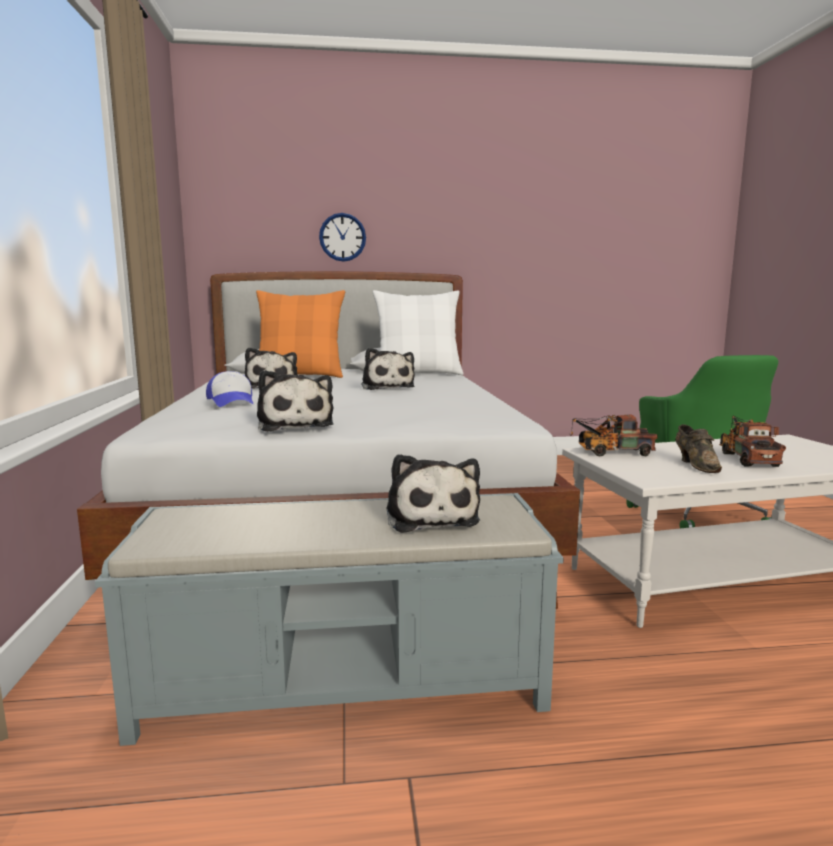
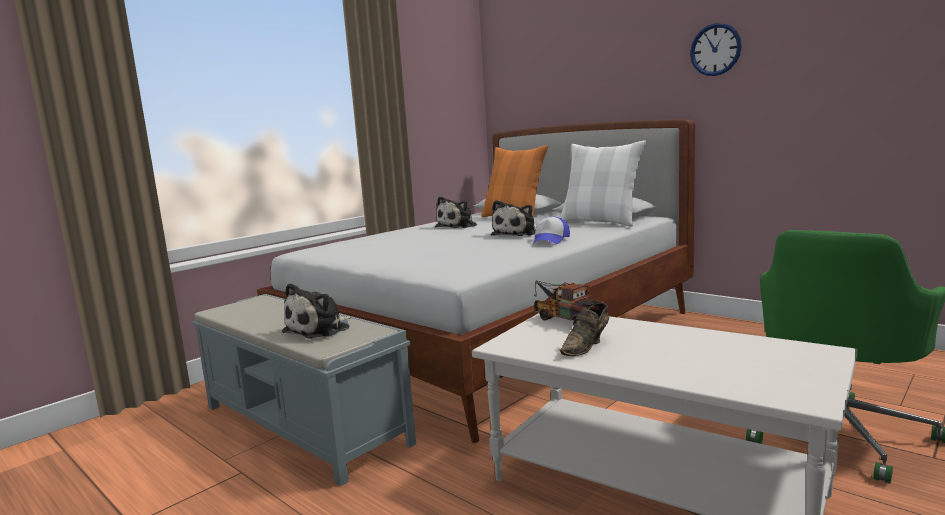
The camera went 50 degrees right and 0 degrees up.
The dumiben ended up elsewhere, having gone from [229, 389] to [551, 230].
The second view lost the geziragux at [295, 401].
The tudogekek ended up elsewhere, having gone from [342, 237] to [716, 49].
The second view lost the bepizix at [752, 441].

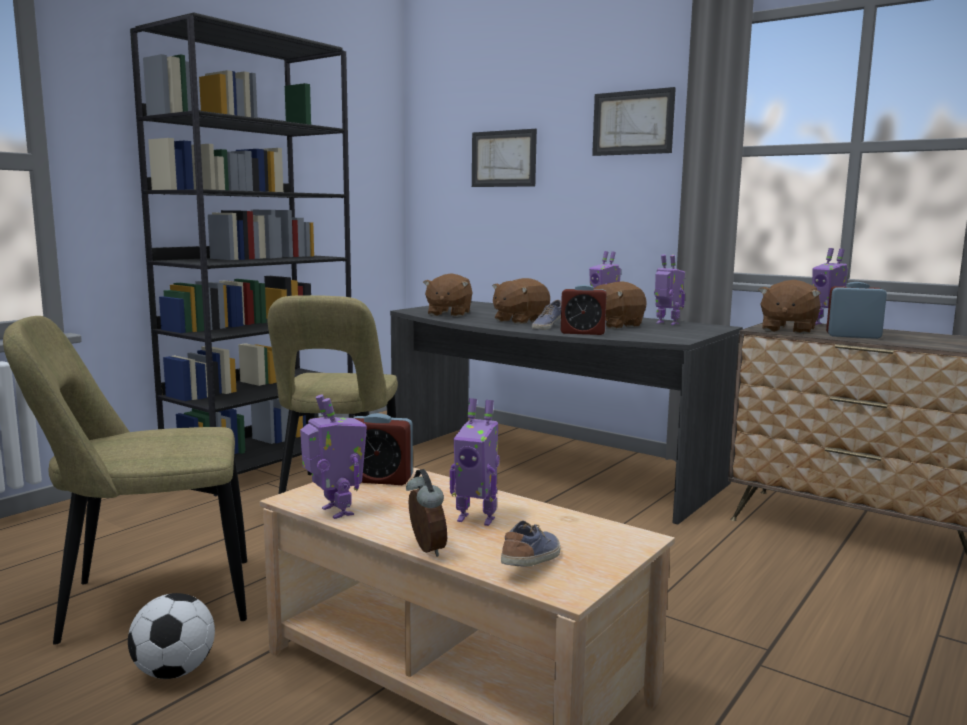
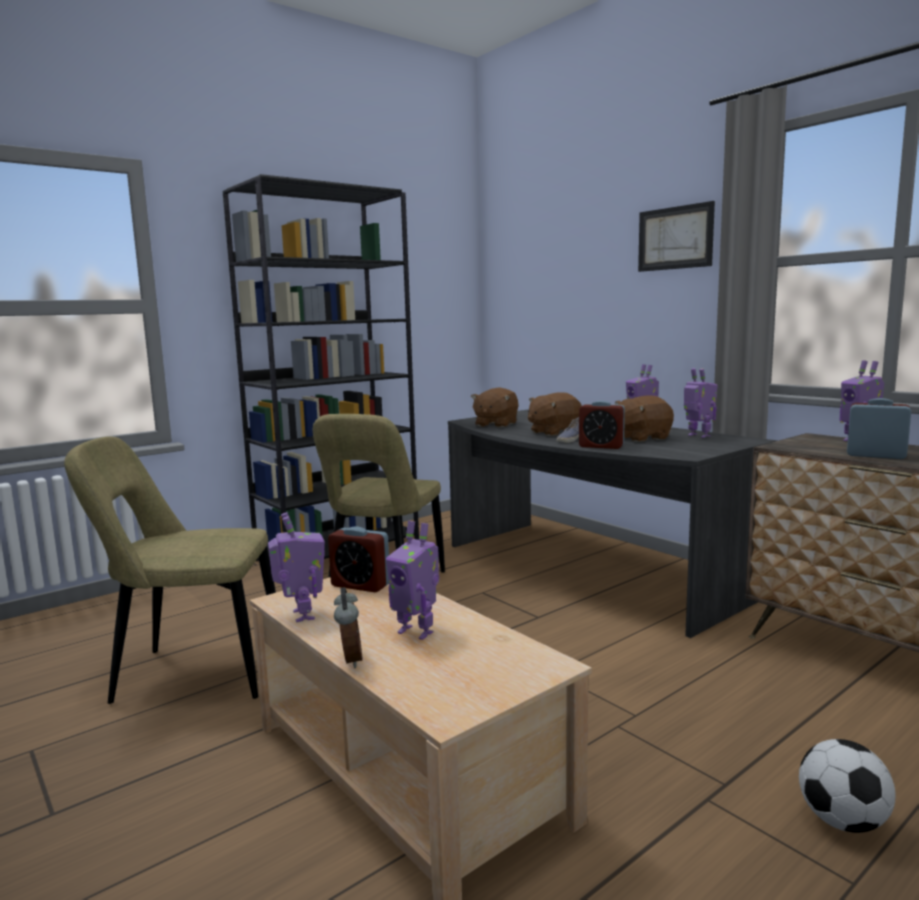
The camera went 15 degrees right and 0 degrees up.
The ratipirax ended up elsewhere, having gone from [171, 636] to [847, 786].
The second view lost the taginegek at [504, 158].
The second view lost the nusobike at [530, 543].
The second view lost the geziragux (brown) at [790, 307].

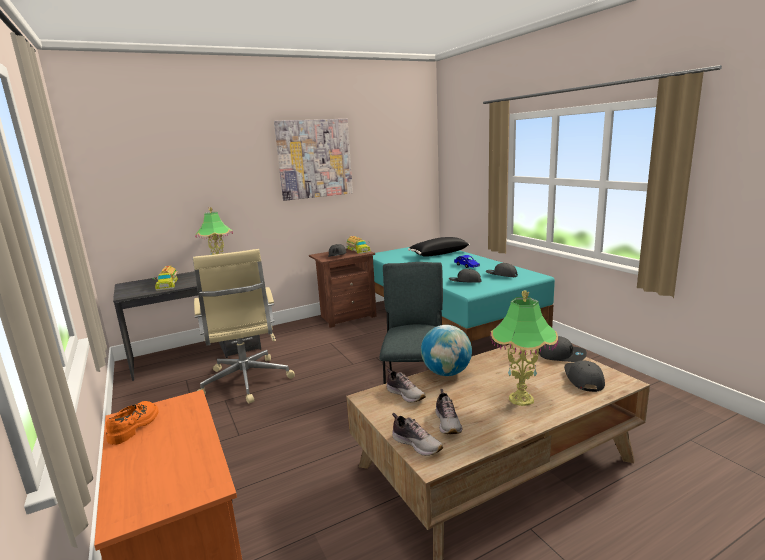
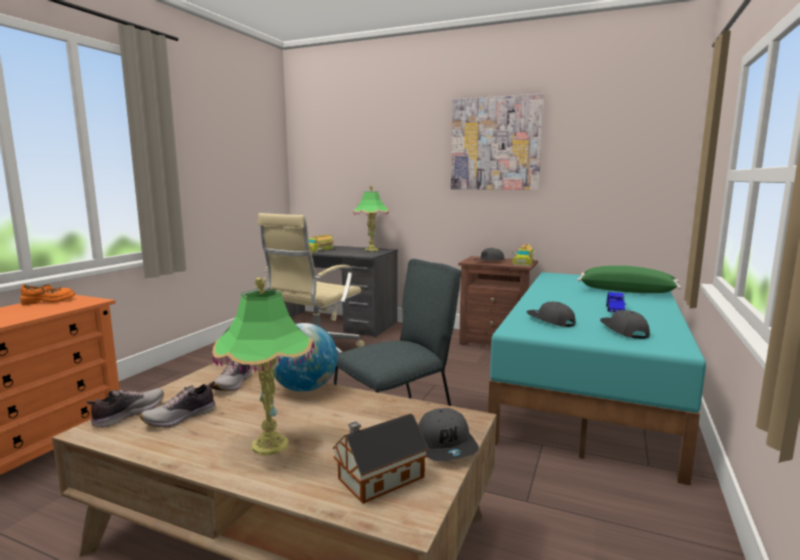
The camera went 50 degrees right and 5 degrees down.
The nusobike at [417, 434] ended up facing another way, 150 degrees counterclockwise from before.
What was the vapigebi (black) at [439, 247] turned into the vapigebi (green) at [629, 279].
Where the dumiben (grey) stood at [584, 376], the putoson came to stand at [380, 459].

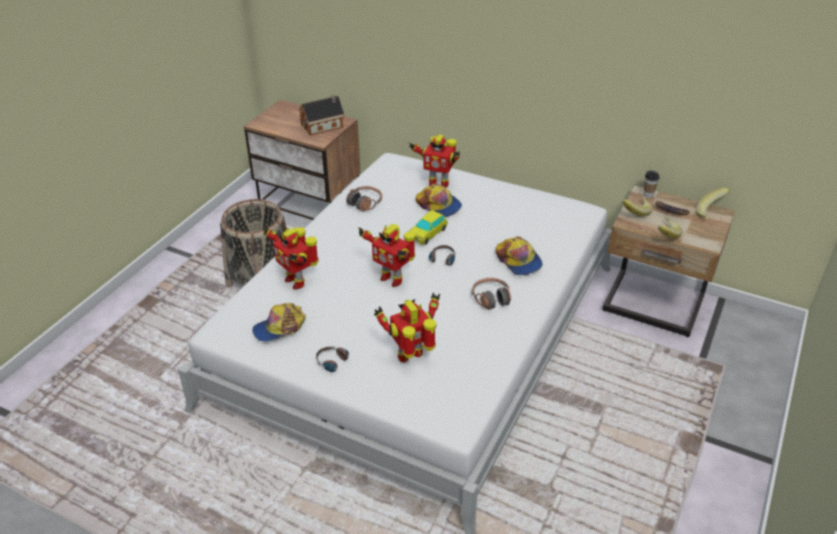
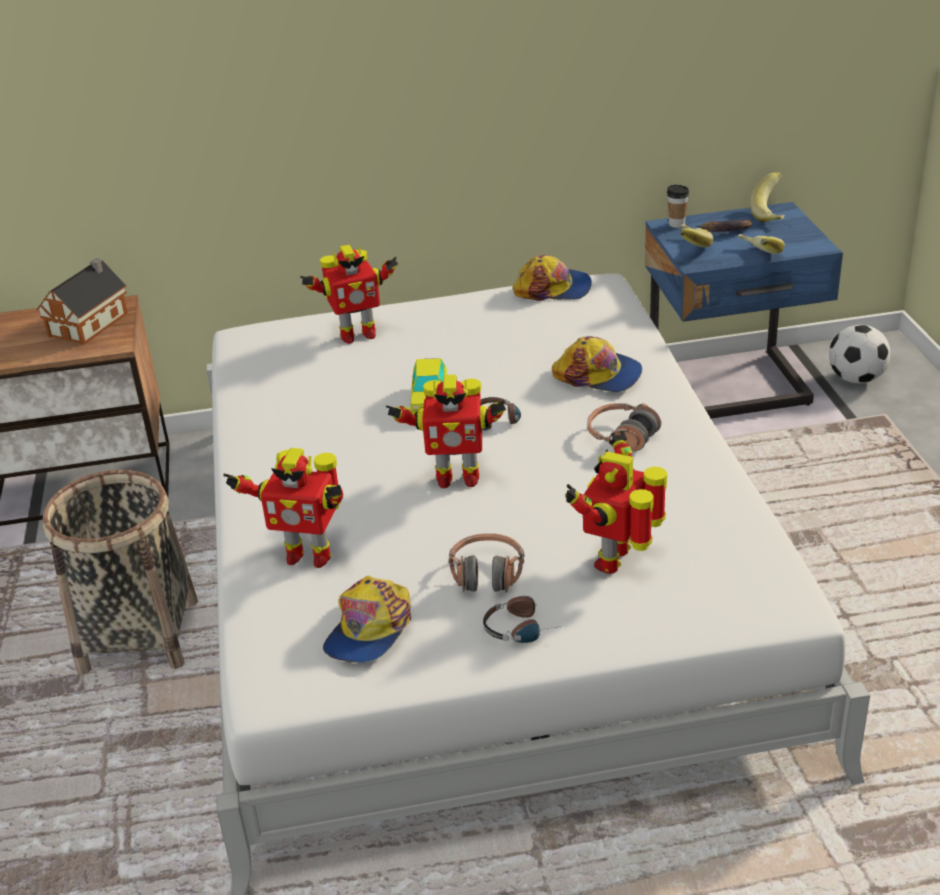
The camera went 35 degrees left and 5 degrees down.
The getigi ended up elsewhere, having gone from [364, 199] to [486, 563].
The dumiben ended up elsewhere, having gone from [439, 200] to [552, 278].
What was the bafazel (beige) at [668, 261] turned into the bafazel (blue) at [744, 310].
The second view gained the ratipirax at [859, 354].

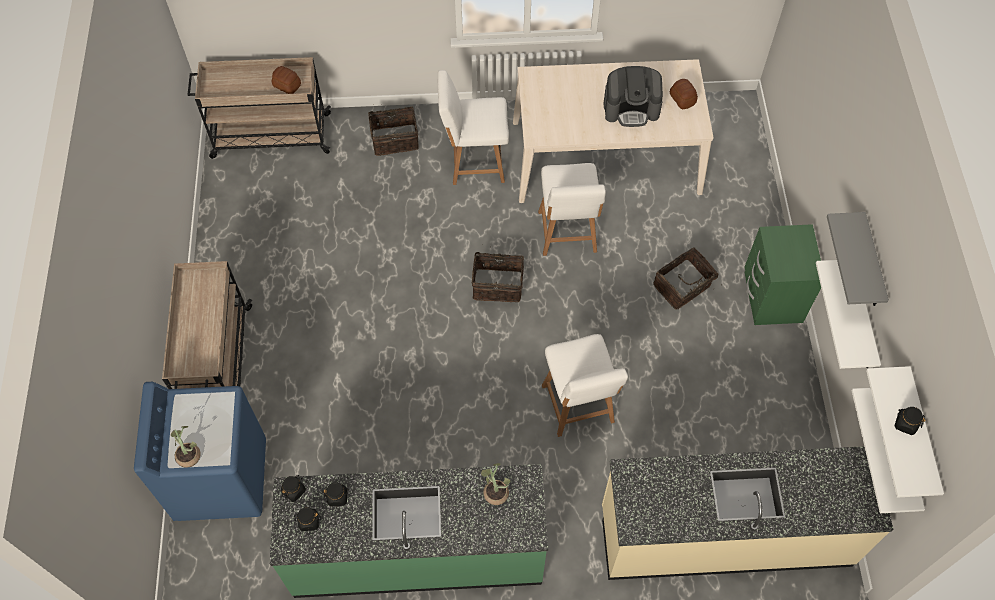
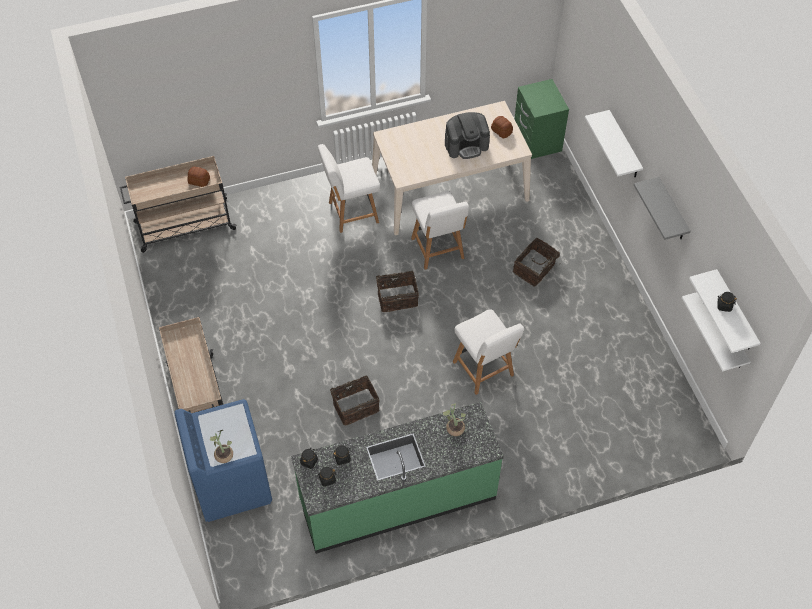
The camera went 15 degrees left and 5 degrees down.
The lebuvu ended up elsewhere, having gone from [393, 131] to [354, 400].
The second view lost the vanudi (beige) at [747, 513].
The bafazel (green) ended up elsewhere, having gone from [783, 274] to [542, 119].
The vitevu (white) ended up elsewhere, having gone from [848, 314] to [614, 144].

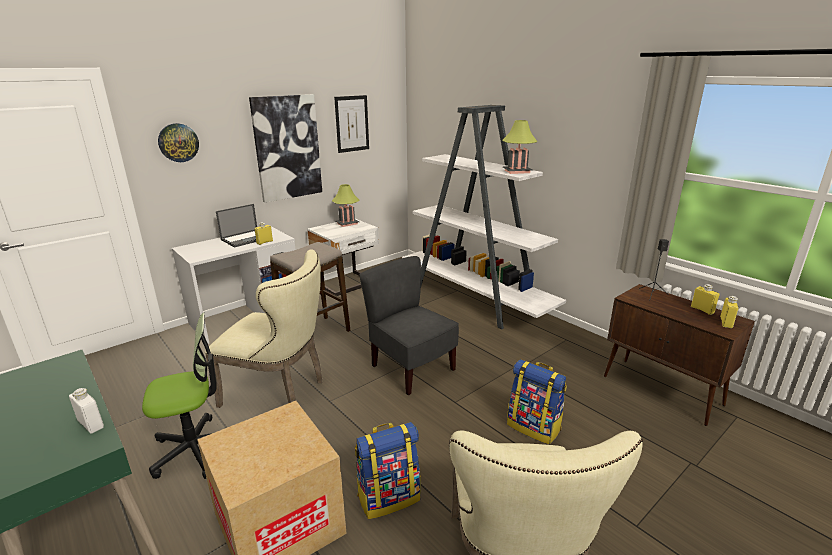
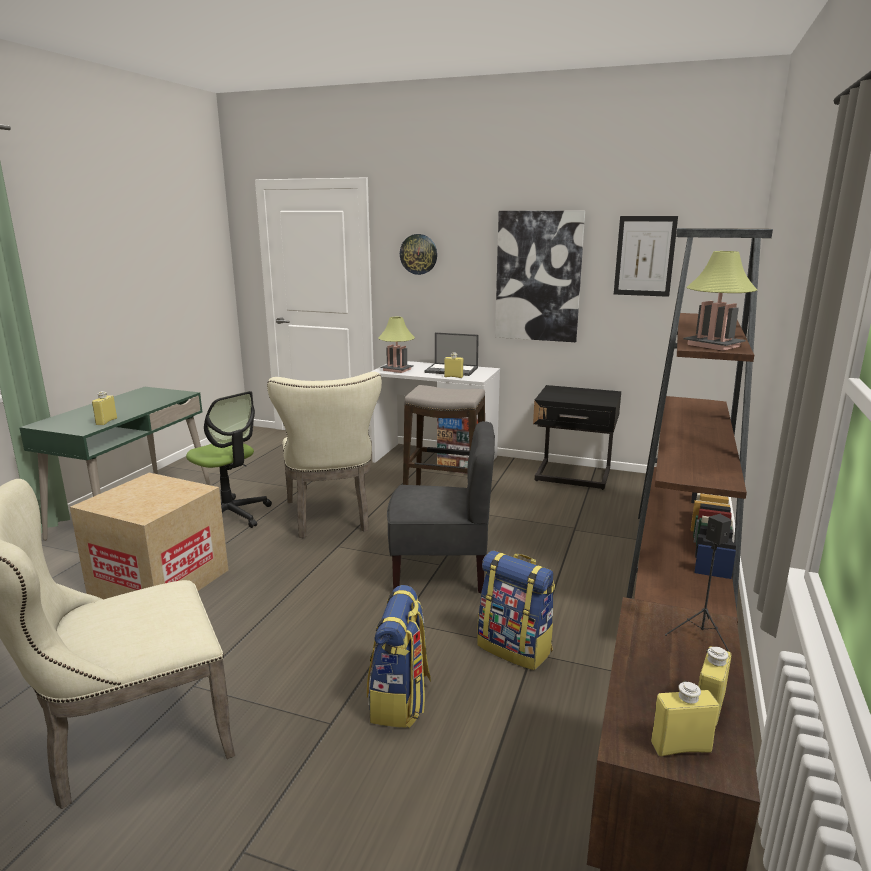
The camera went 60 degrees right and 5 degrees down.
What was the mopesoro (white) at [86, 410] turned into the mopesoro (yellow) at [104, 408].
What was the bafazel (white) at [343, 257] turned into the bafazel (black) at [577, 437].
The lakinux ended up elsewhere, having gone from [346, 205] to [396, 345].
The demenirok ended up elsewhere, having gone from [388, 470] to [516, 610].
The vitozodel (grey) at [409, 325] ended up facing another way, 75 degrees clockwise from before.
What was the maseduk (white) at [484, 217] turned into the maseduk (brown) at [699, 426].

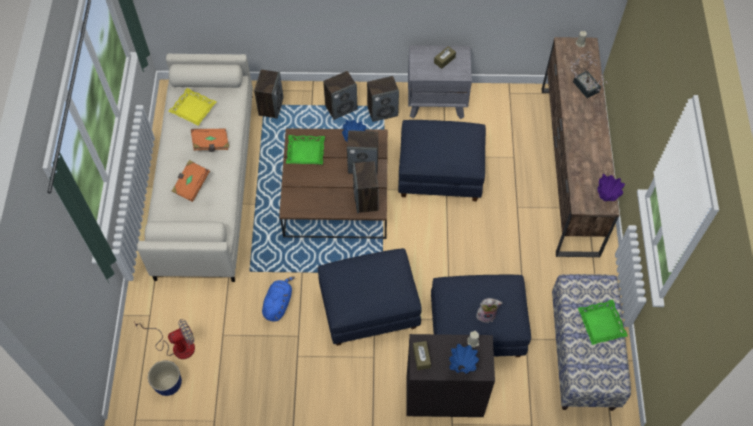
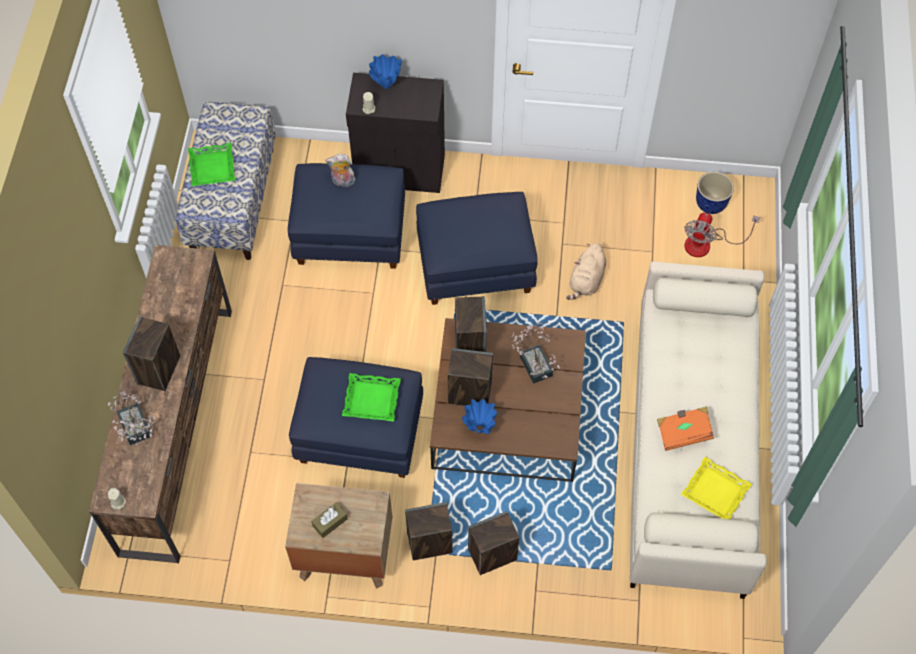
The camera went 175 degrees left and 0 degrees up.
The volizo at [164, 339] ended up facing another way, 45 degrees counterclockwise from before.
The second view lost the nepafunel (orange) at [191, 181].
The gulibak ended up elsewhere, having gone from [269, 94] to [151, 353].
What was the geziragux (blue) at [278, 298] turned into the geziragux (beige) at [586, 271].
The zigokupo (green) ended up elsewhere, having gone from [305, 149] to [371, 397].
What was the bafazel (grey) at [440, 82] turned into the bafazel (brown) at [338, 536].
The second view lost the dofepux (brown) at [422, 355].
The second view lost the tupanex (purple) at [611, 187].
The second view gained the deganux at [535, 353].

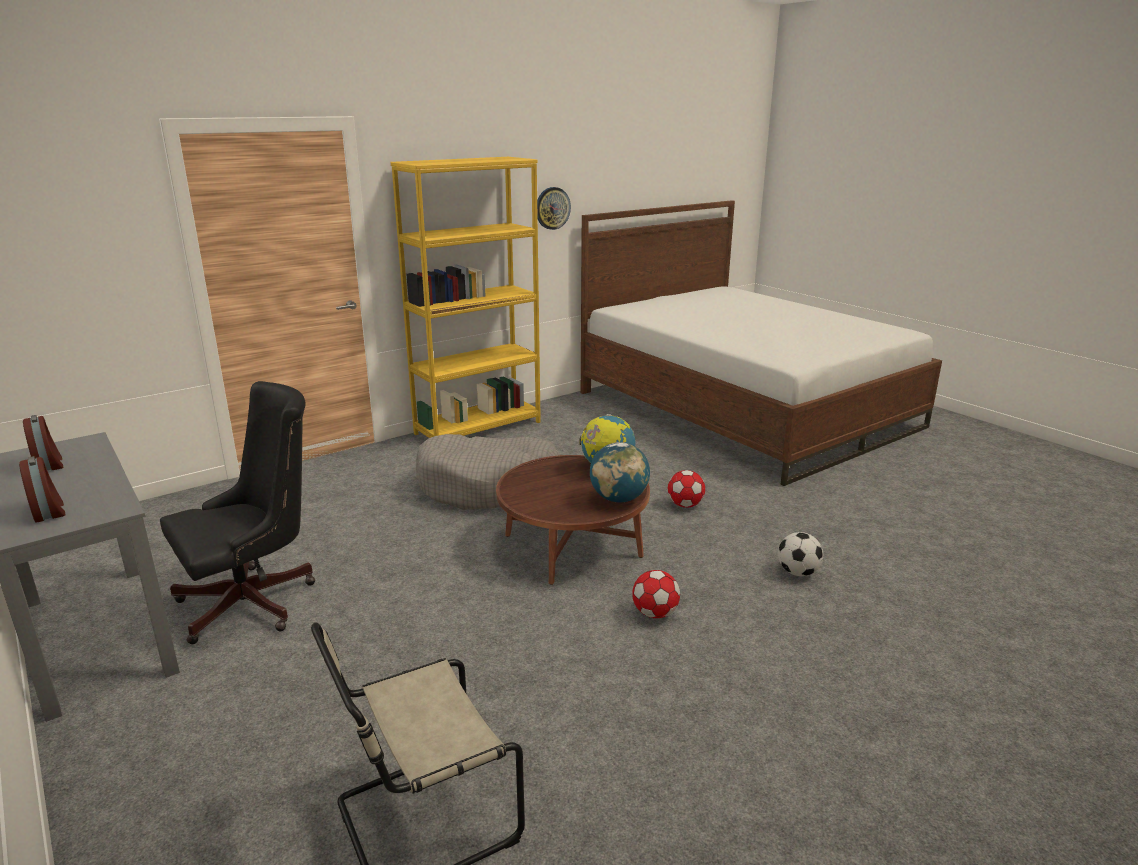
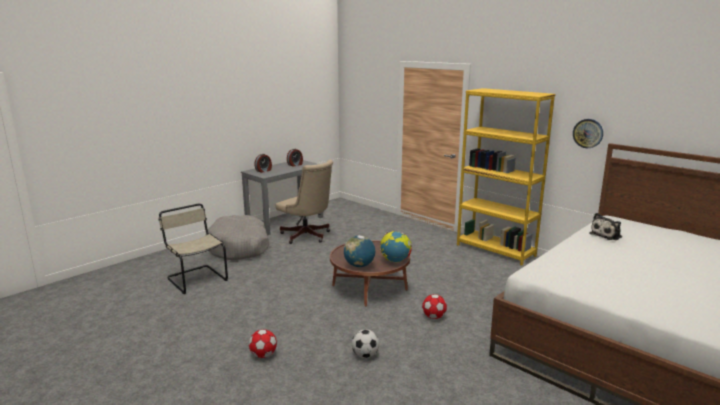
The camera went 80 degrees right and 5 degrees down.
What was the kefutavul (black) at [237, 513] turned into the kefutavul (beige) at [304, 202].
The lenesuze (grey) ended up elsewhere, having gone from [488, 472] to [238, 237].
The ratipirax ended up elsewhere, having gone from [656, 594] to [263, 343].
The second view gained the geziragux at [605, 226].

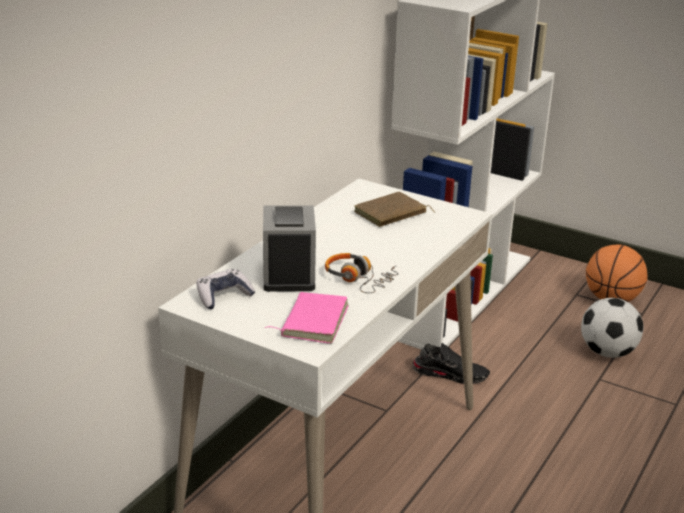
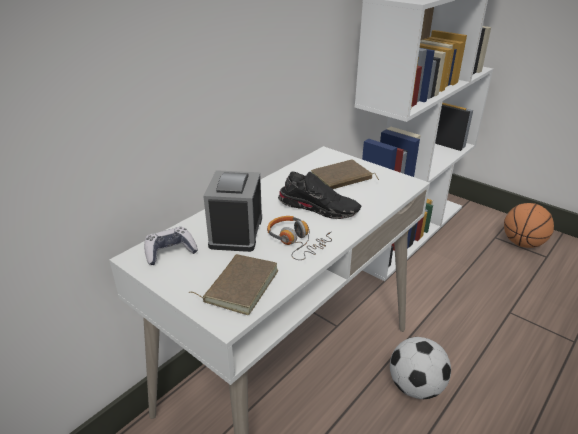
The camera went 10 degrees right and 5 degrees up.
What was the nepafunel (pink) at [307, 318] turned into the nepafunel (brown) at [233, 284].
The nusobike (black) ended up elsewhere, having gone from [451, 363] to [319, 195].
The ratipirax ended up elsewhere, having gone from [612, 328] to [420, 368].

